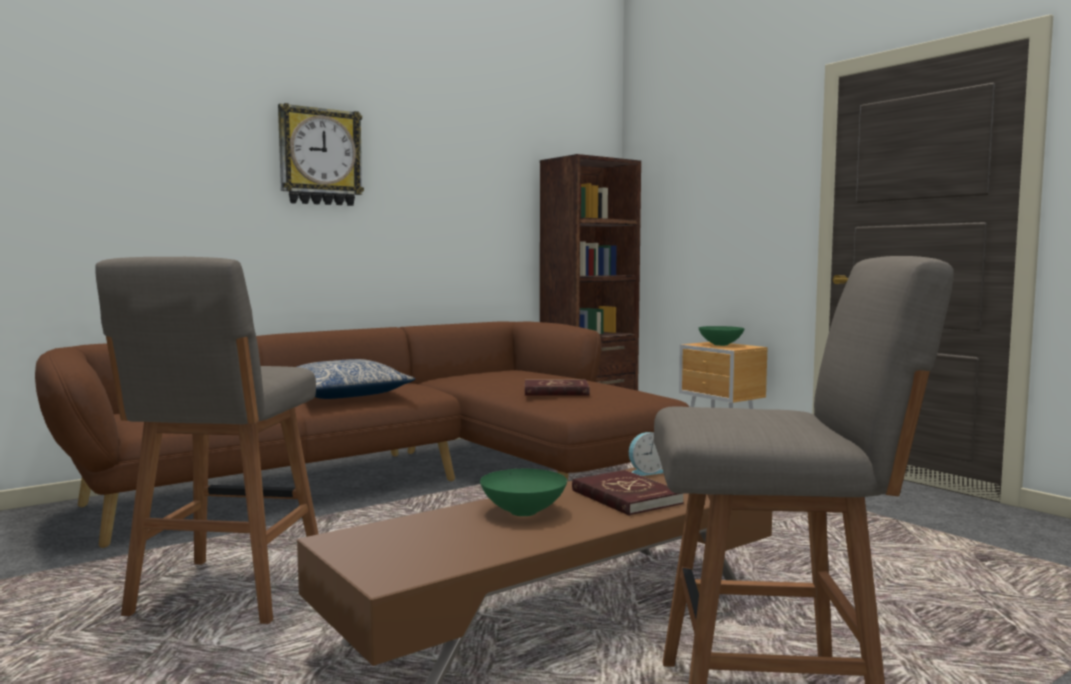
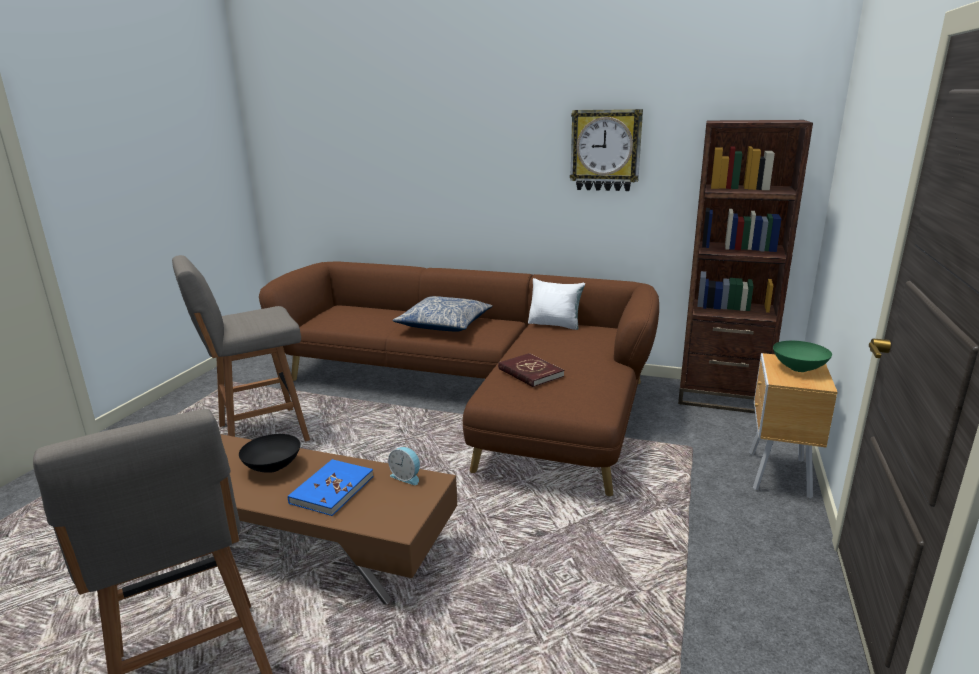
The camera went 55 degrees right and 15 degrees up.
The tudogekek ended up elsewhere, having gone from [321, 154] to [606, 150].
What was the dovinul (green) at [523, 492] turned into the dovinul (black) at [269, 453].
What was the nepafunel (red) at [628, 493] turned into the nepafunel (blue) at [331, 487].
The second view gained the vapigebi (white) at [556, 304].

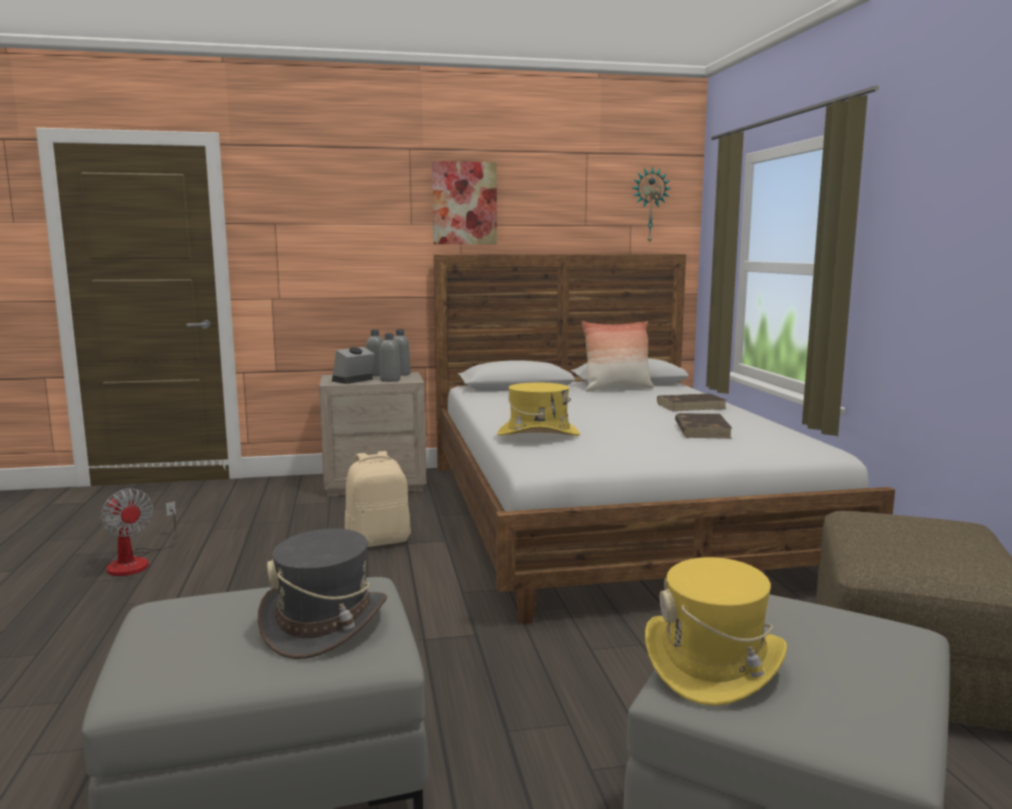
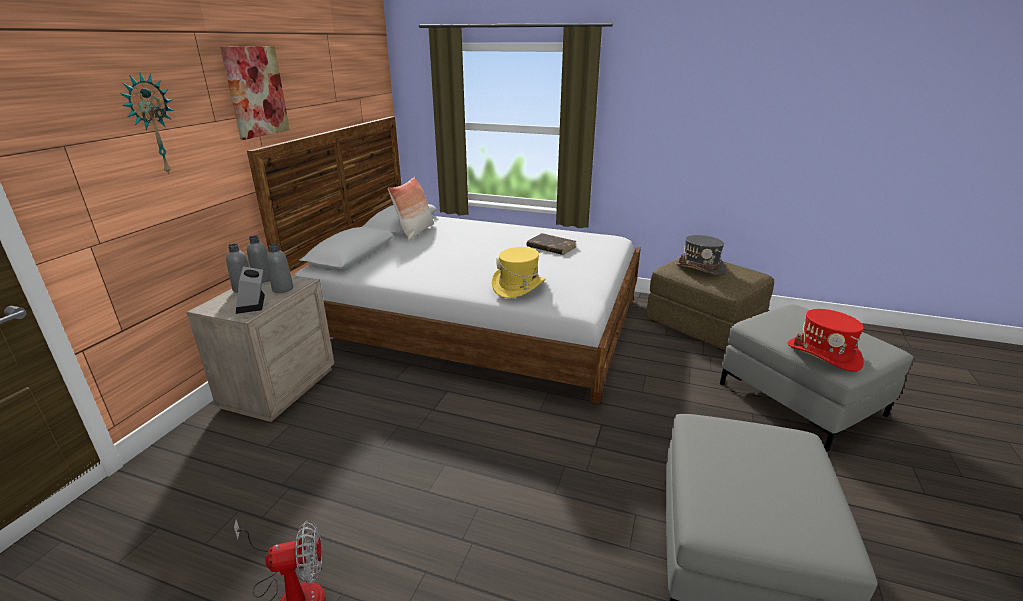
The camera went 60 degrees left and 15 degrees up.
The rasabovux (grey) ended up elsewhere, having gone from [322, 593] to [701, 255].
The second view lost the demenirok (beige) at [378, 499].
The tudogekek ended up elsewhere, having gone from [652, 205] to [147, 123].
What was the rasabovux (yellow) at [716, 631] turned into the rasabovux (red) at [826, 340].
The second view lost the nepafunel (brown) at [691, 402].

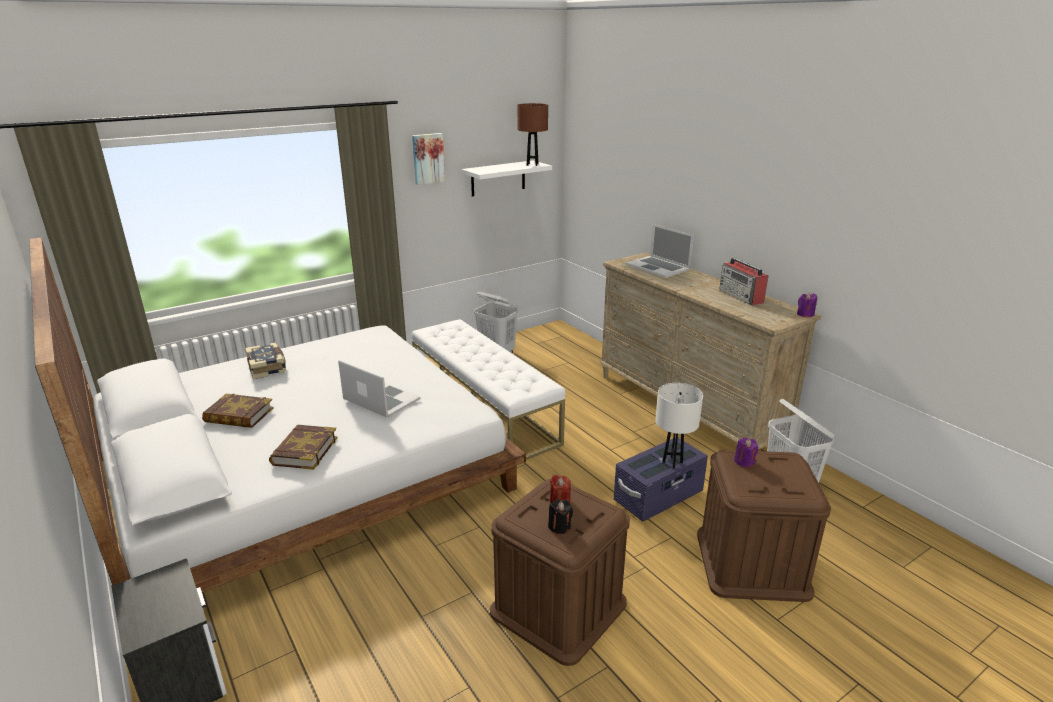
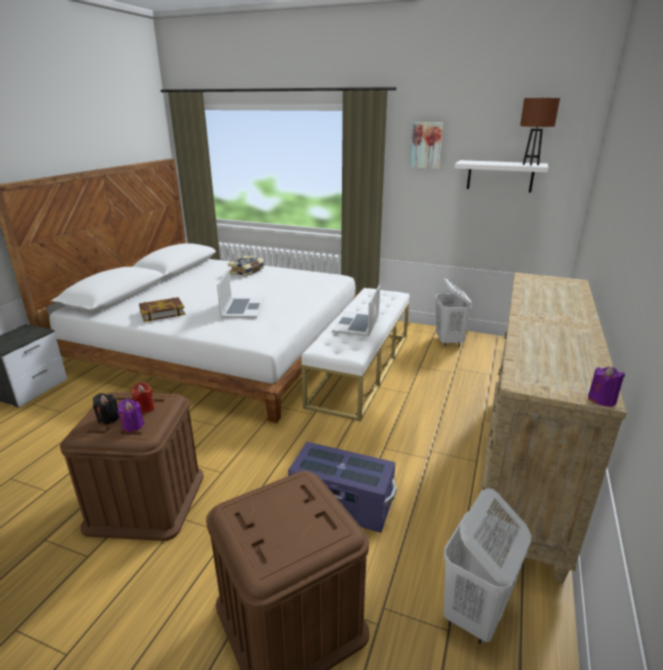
The camera went 55 degrees right and 0 degrees up.
The second view lost the nepafunel at [237, 411].
The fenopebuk ended up elsewhere, having gone from [660, 251] to [356, 311].
The second view lost the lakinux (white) at [679, 426].
The second view lost the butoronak at [743, 281].
The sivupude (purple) ended up elsewhere, having gone from [746, 452] to [131, 415].

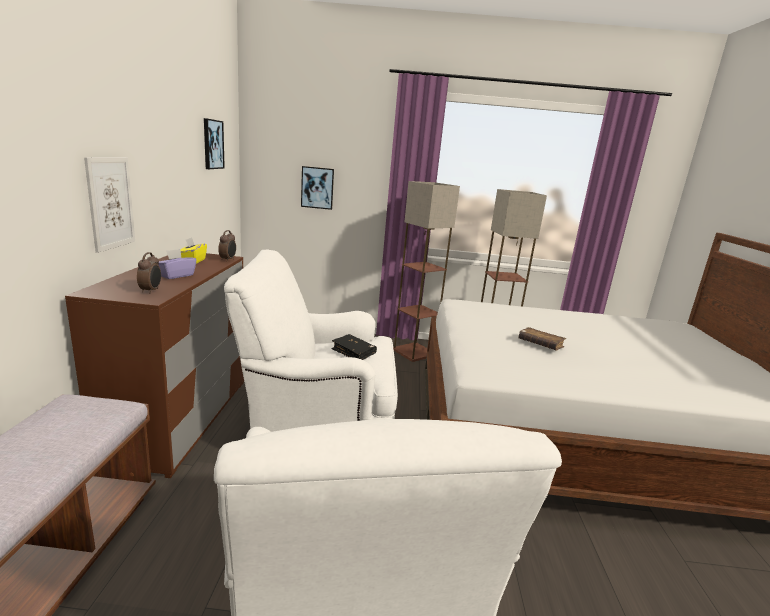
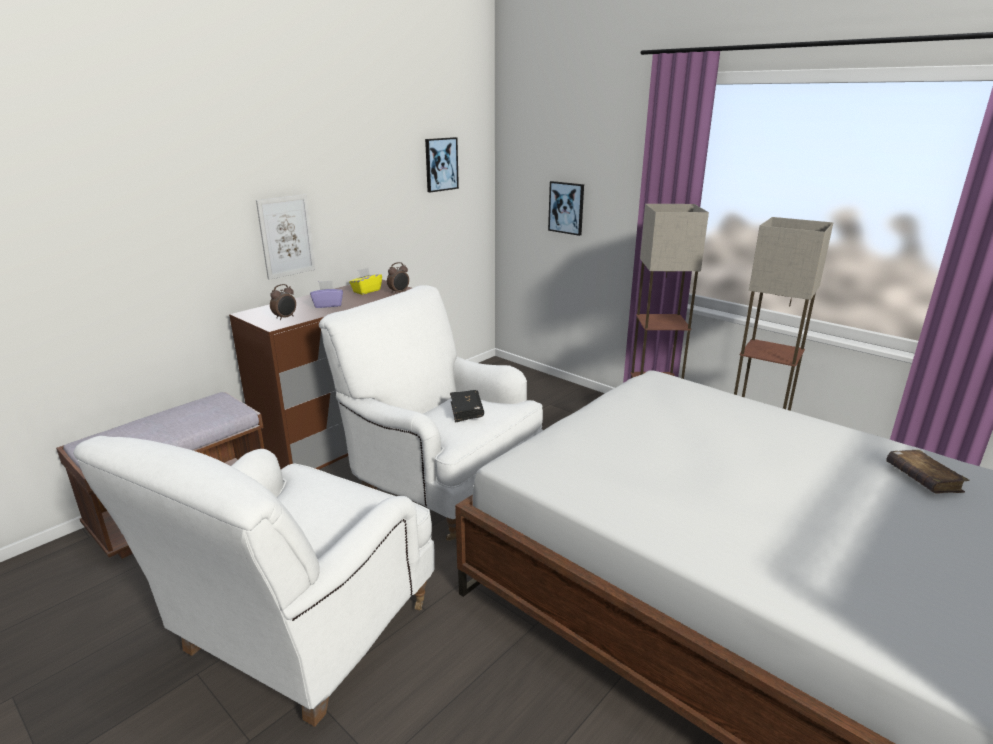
The camera went 40 degrees right and 5 degrees up.
The nepafunel (brown) ended up elsewhere, having gone from [542, 339] to [928, 471].

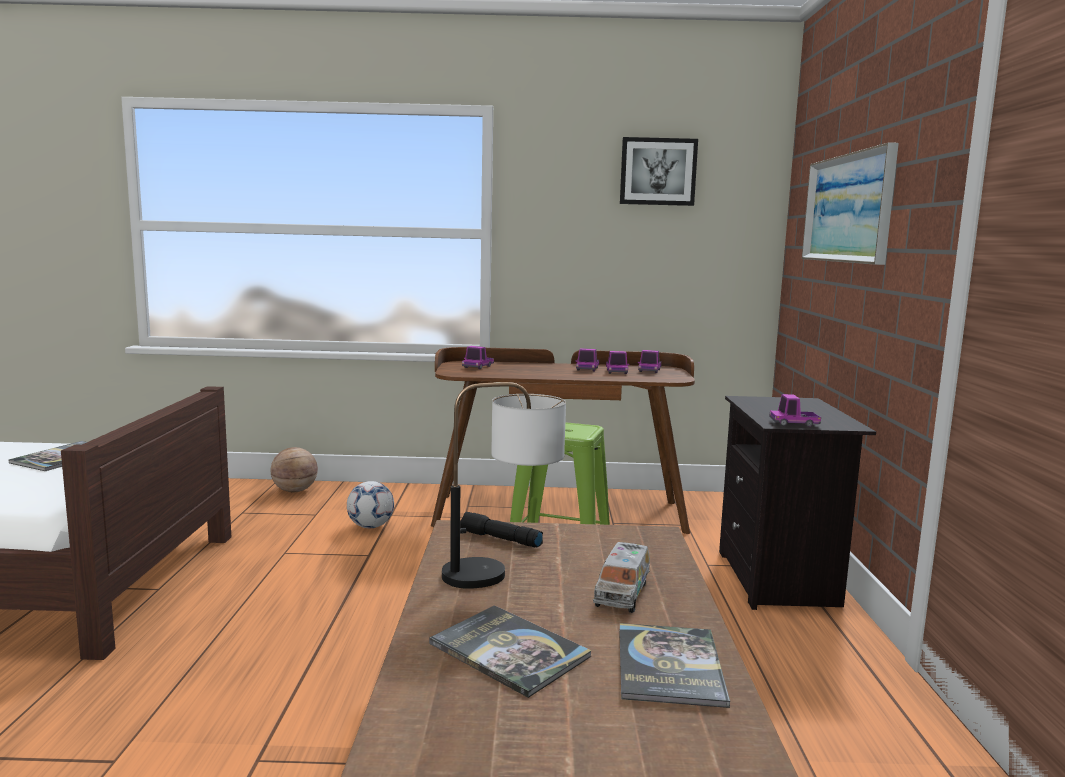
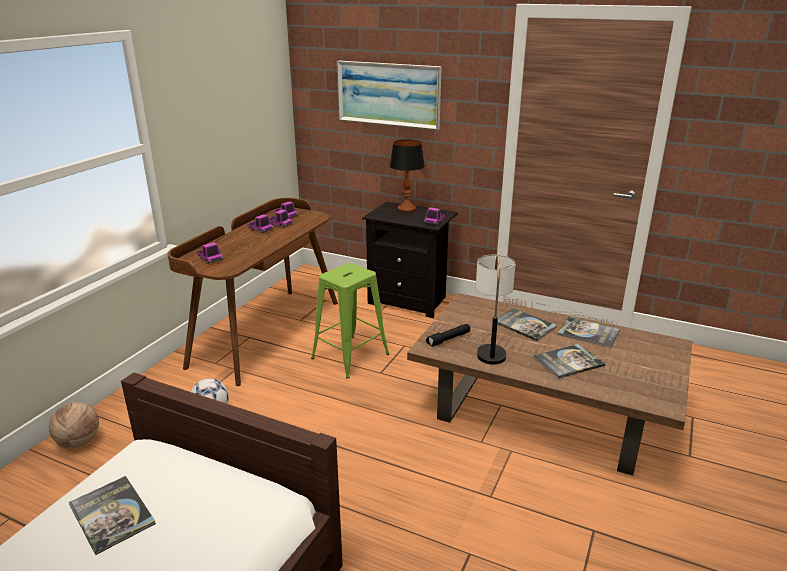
The camera went 65 degrees left and 15 degrees up.
Where the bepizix stood at [621, 577], the nepafunel came to stand at [527, 324].
The second view lost the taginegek at [659, 171].
The second view gained the lakinux at [407, 176].

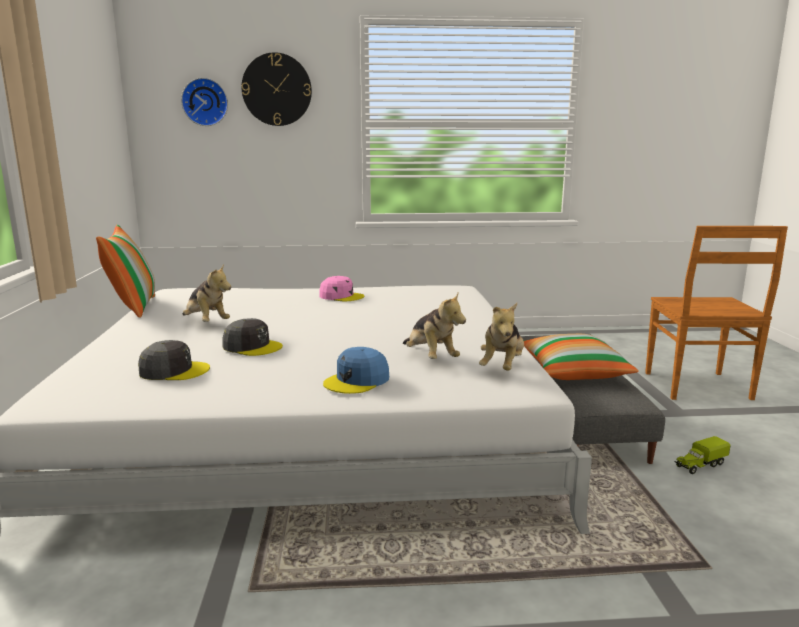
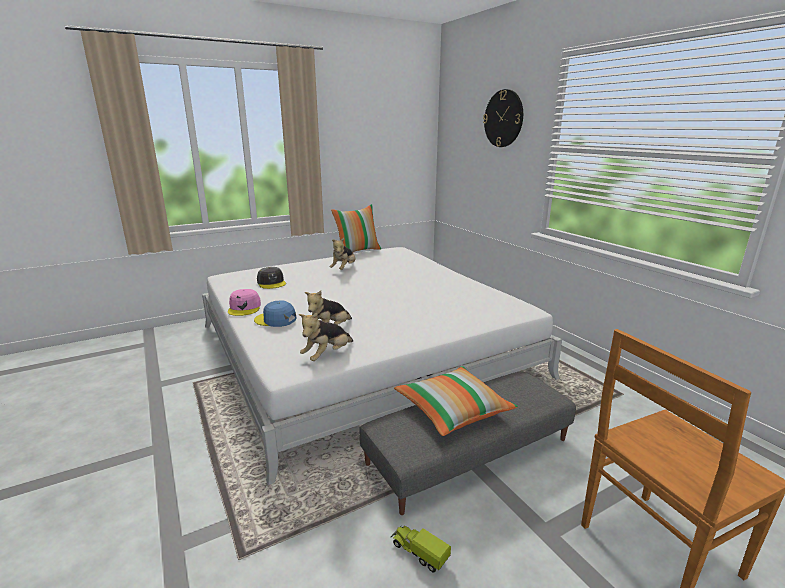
The camera went 65 degrees right and 5 degrees up.
The second view lost the tudogekek at [204, 102].
The second view lost the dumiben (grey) at [252, 337].
The dumiben (pink) ended up elsewhere, having gone from [341, 288] to [244, 302].
The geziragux at [501, 337] ended up facing another way, 45 degrees counterclockwise from before.

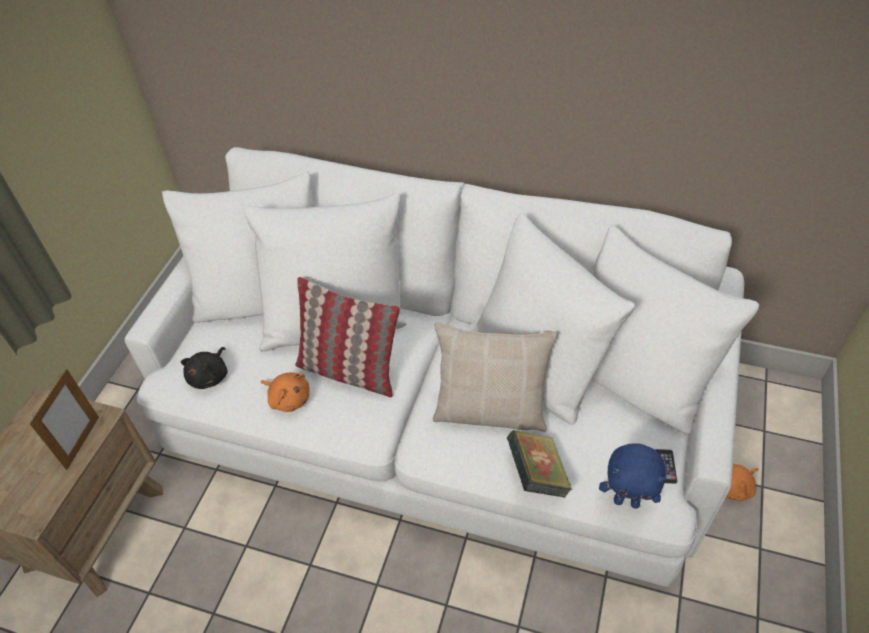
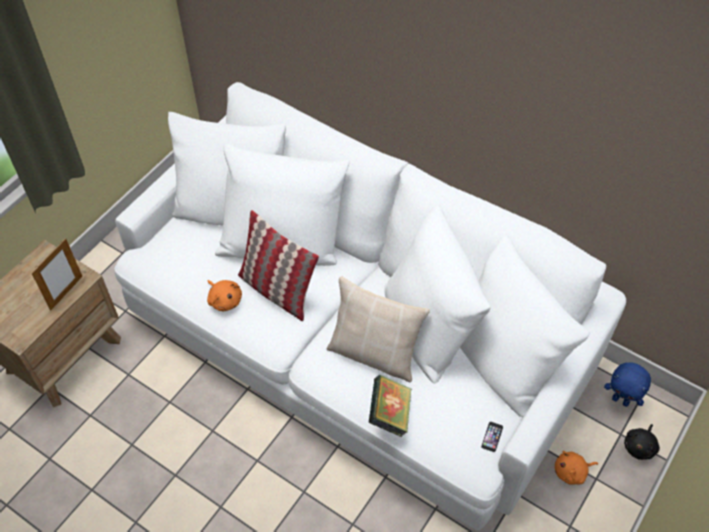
The camera went 15 degrees right and 5 degrees up.
The geziragux (black) ended up elsewhere, having gone from [204, 368] to [642, 442].
The geziragux (blue) ended up elsewhere, having gone from [632, 476] to [627, 384].

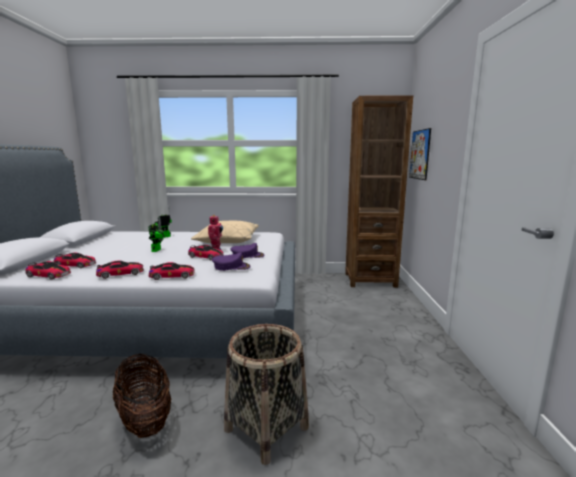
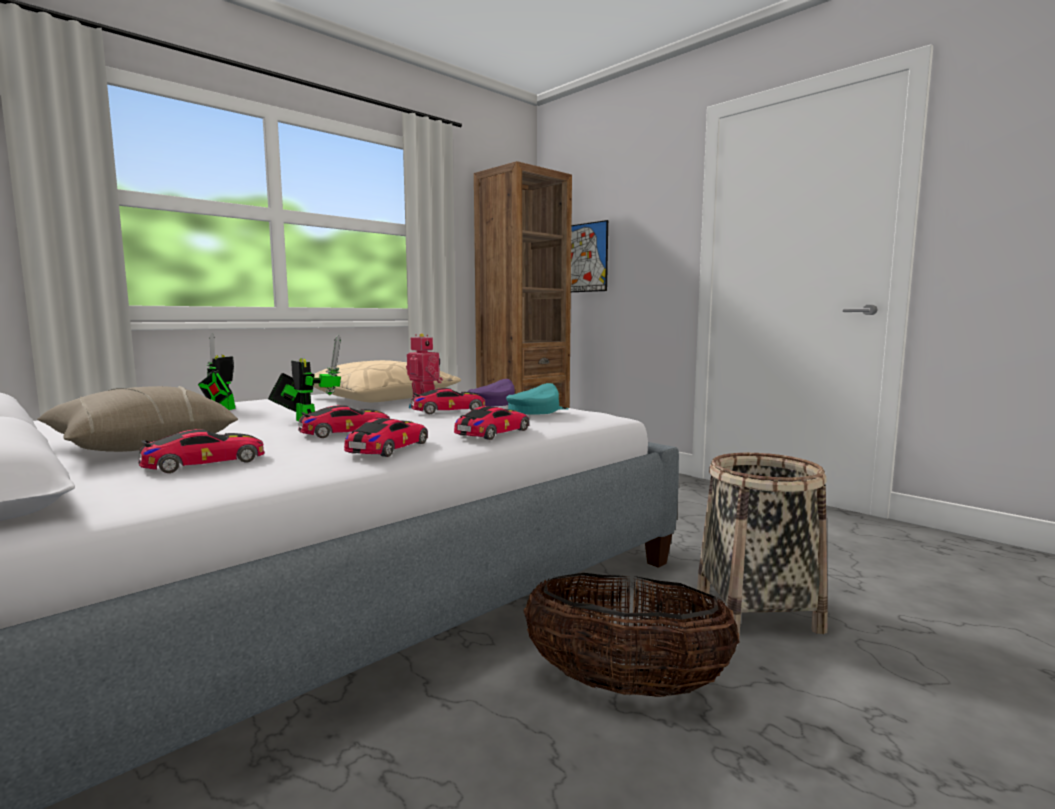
The camera went 45 degrees left and 5 degrees down.
The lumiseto ended up elsewhere, having gone from [48, 270] to [344, 421].
What was the dumiben (purple) at [231, 262] turned into the dumiben (turquoise) at [537, 399].
The second view gained the vapigebi (beige) at [137, 419].

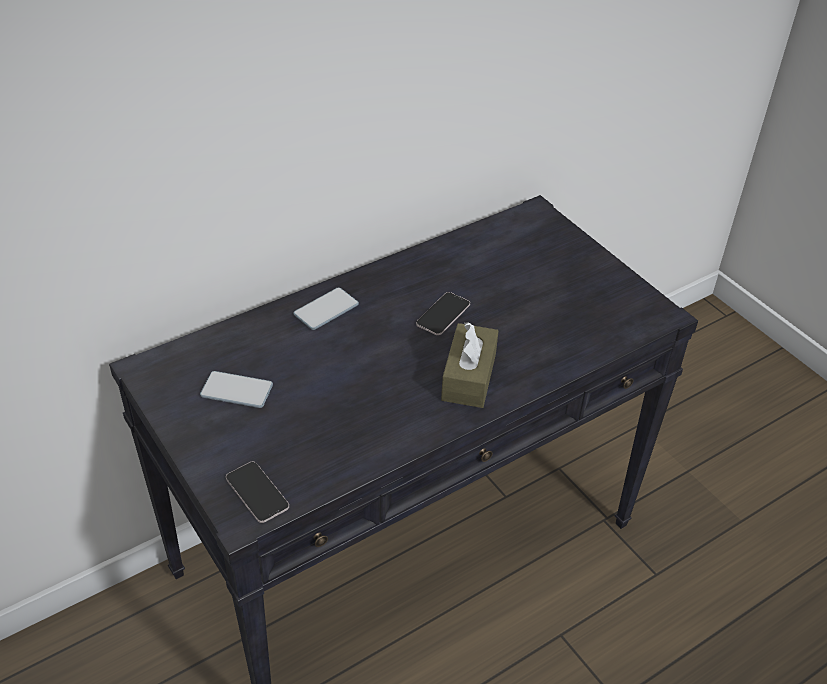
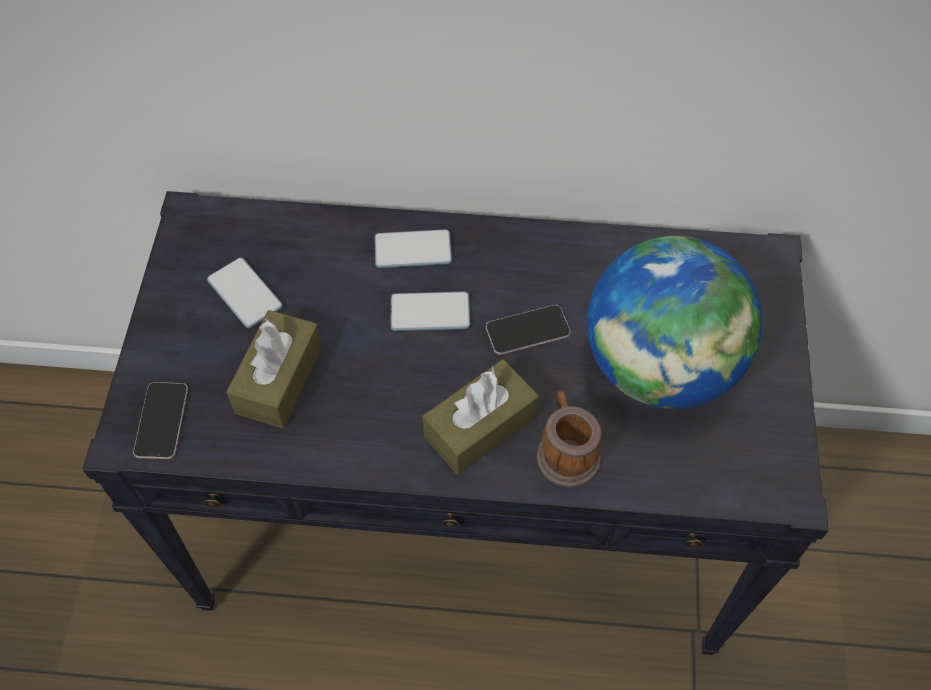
The camera went 40 degrees right and 15 degrees up.
The second view gained the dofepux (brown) at [274, 369].
The second view gained the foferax at [430, 311].
The second view gained the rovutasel at [569, 439].
The second view gained the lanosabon at [675, 322].

